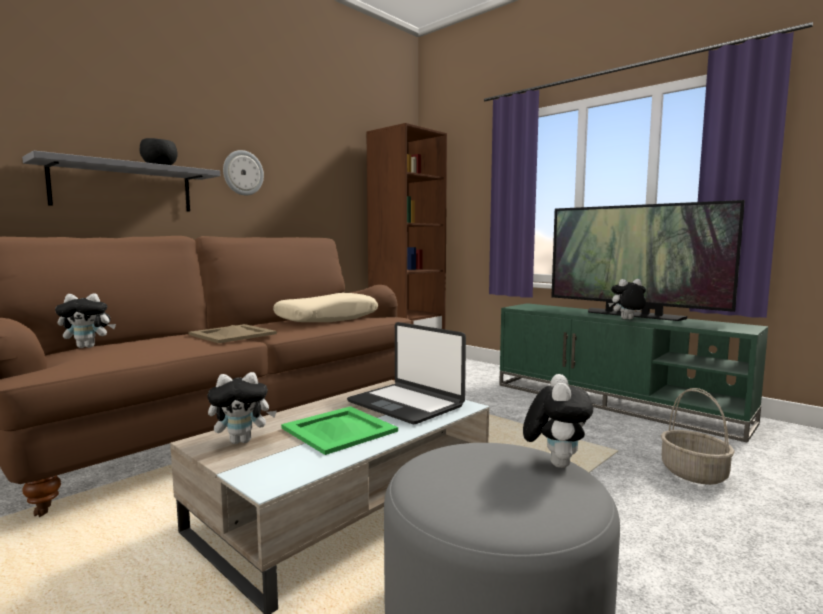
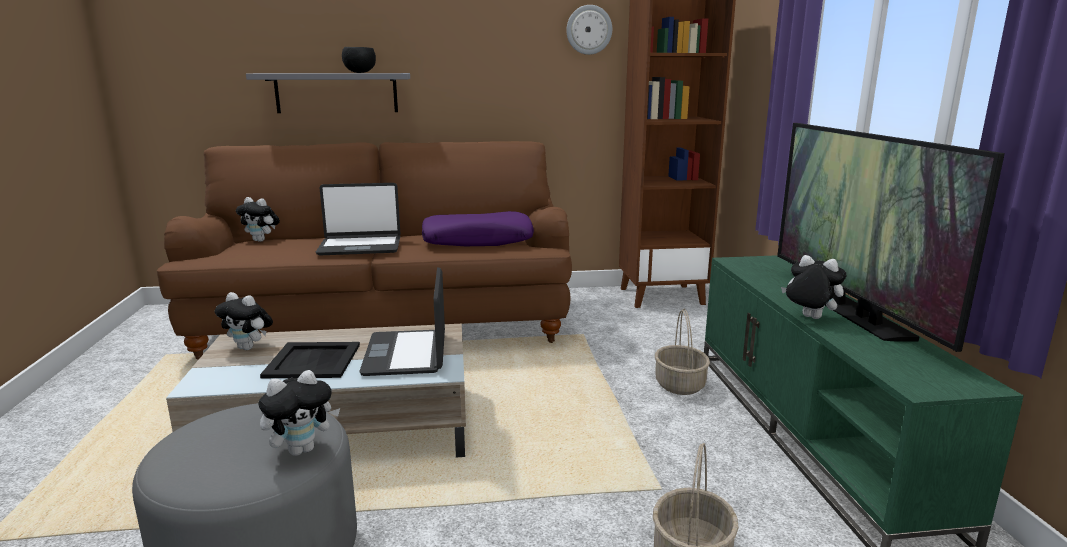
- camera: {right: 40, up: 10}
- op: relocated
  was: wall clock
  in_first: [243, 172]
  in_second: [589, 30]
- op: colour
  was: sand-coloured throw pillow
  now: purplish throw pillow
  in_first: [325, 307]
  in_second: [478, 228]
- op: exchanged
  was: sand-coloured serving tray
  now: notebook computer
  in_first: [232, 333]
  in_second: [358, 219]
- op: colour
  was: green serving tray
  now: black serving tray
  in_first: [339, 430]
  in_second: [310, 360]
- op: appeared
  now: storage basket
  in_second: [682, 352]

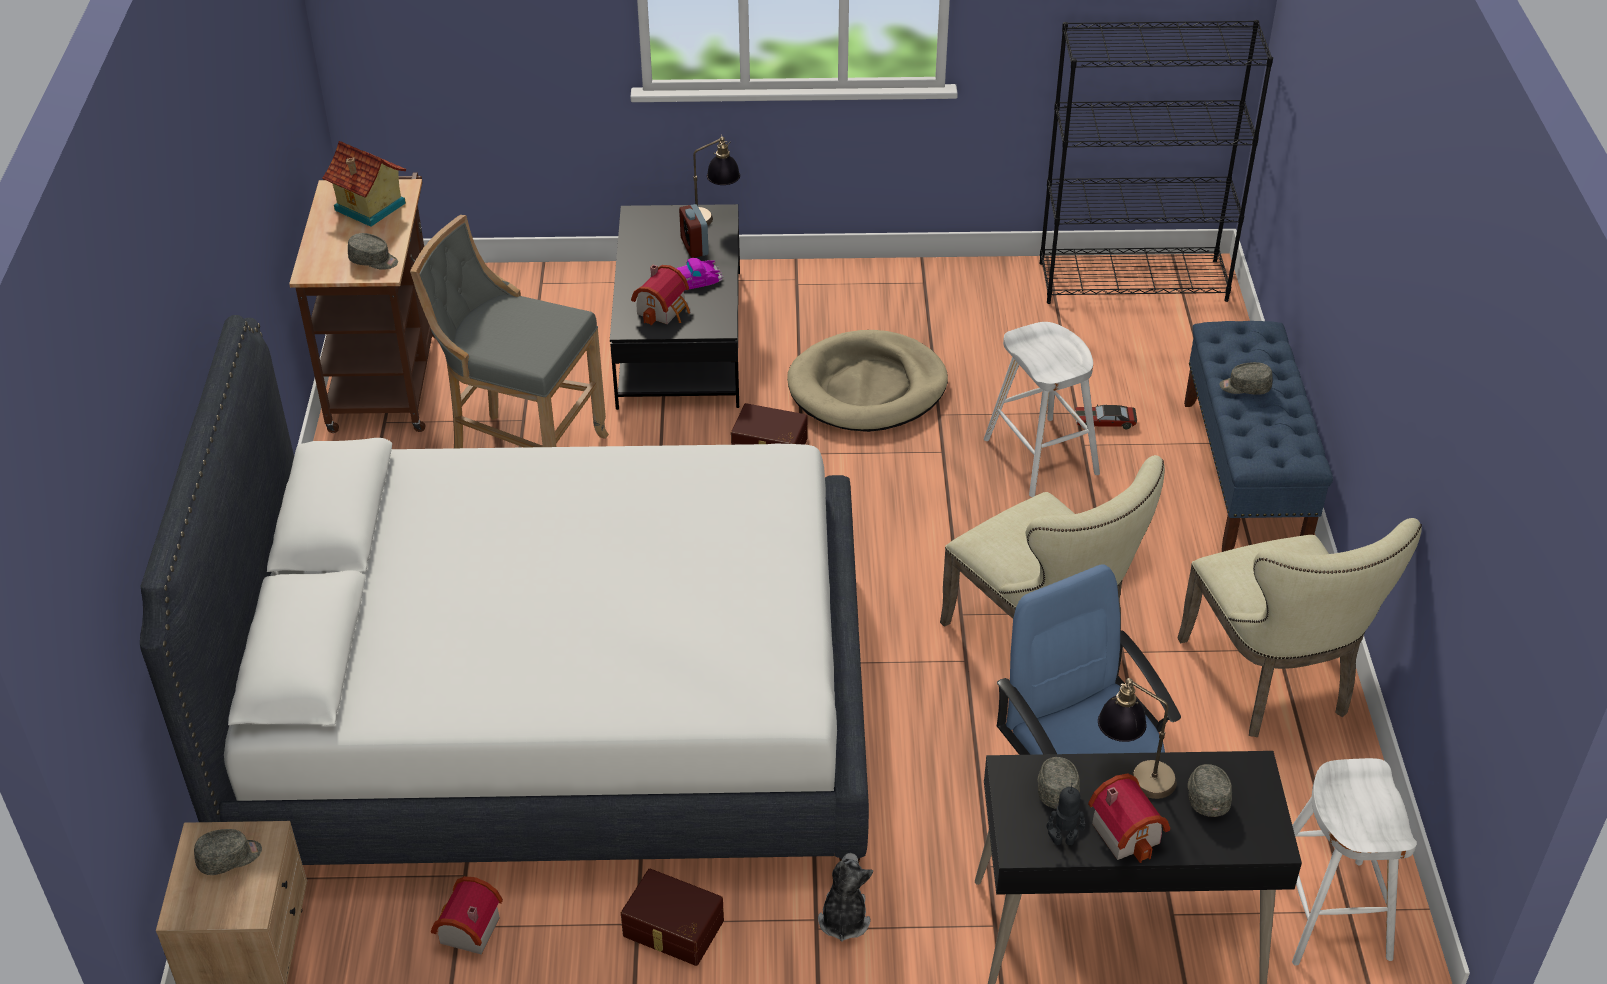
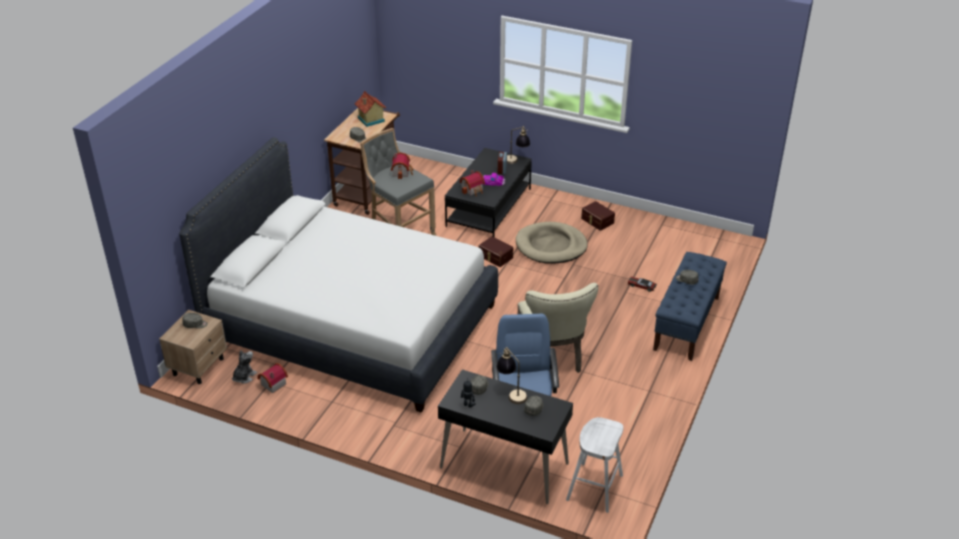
- camera: {right: 25, up: -5}
- op: missing
  was: black shelving unit
  in_first: [1156, 162]
- op: missing
  was: white sitting stool
  in_first: [1042, 409]
- op: missing
  was: sand-coloured upright chair
  in_first: [1299, 627]
- op: relocated
  was: model house
  in_first: [1129, 818]
  in_second: [402, 165]
- op: relocated
  was: plush toy
  in_first: [845, 897]
  in_second: [244, 367]
- op: relocated
  was: brown-coloured storage container
  in_first: [672, 917]
  in_second: [598, 216]

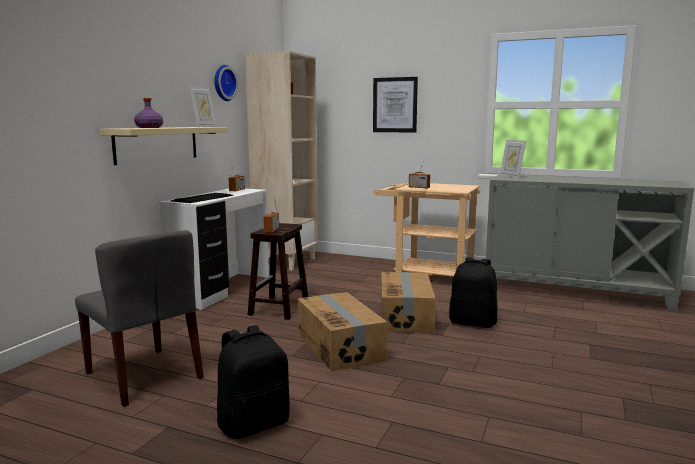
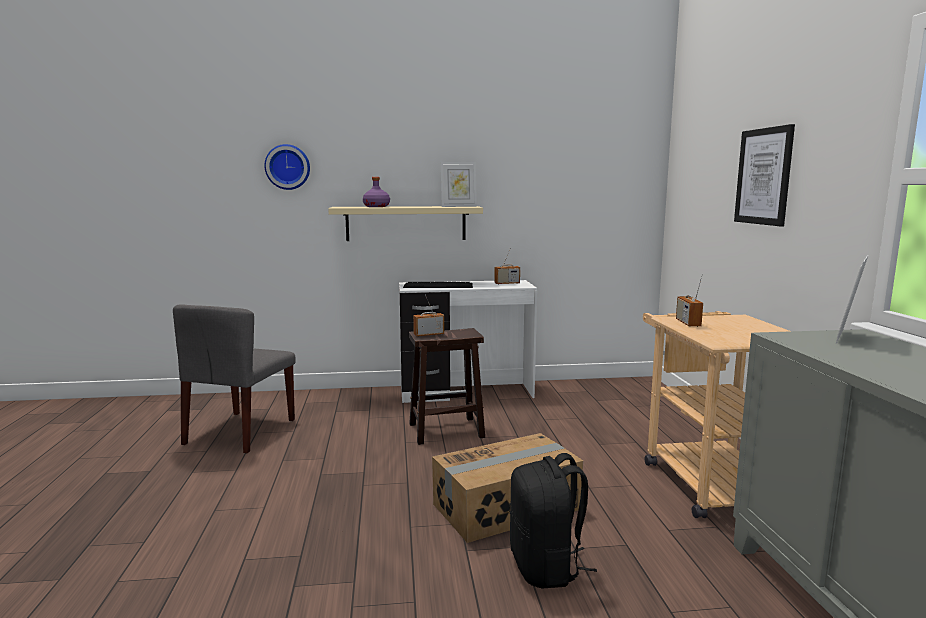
- camera: {right: 60, up: 0}
- op: missing
  was: sand-coloured shelving unit
  in_first: [281, 161]
- op: relocated
  was: wall clock
  in_first: [226, 83]
  in_second: [287, 167]
- op: missing
  was: cardboard box
  in_first: [343, 332]
- op: missing
  was: black backpack
  in_first: [253, 382]

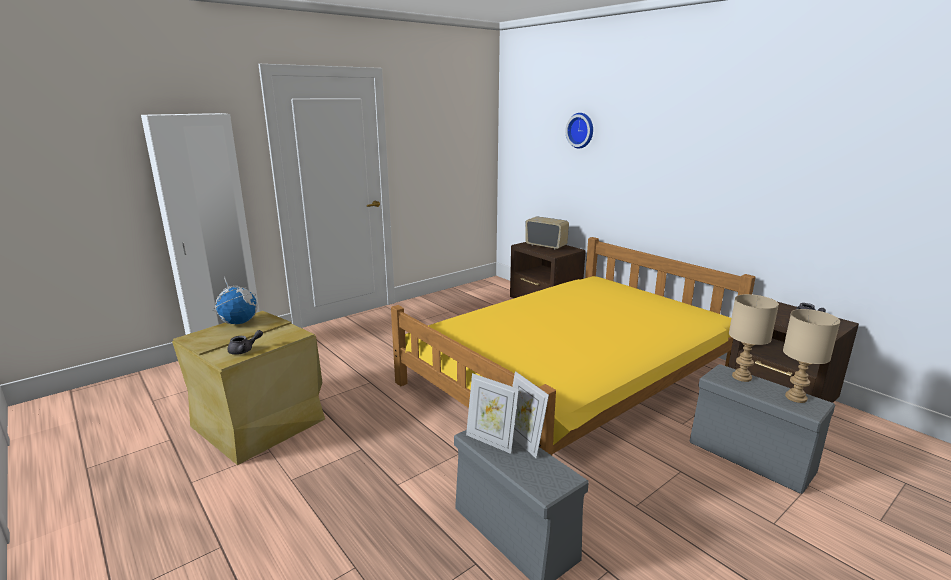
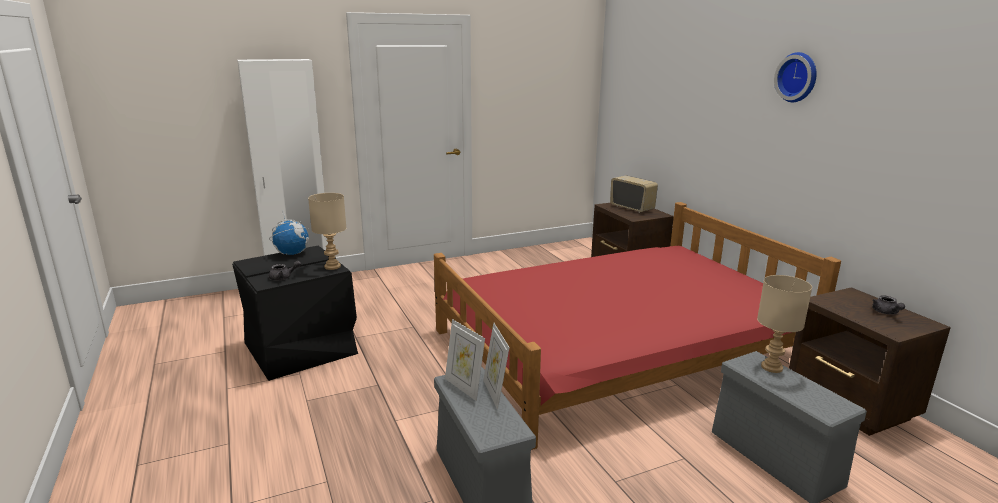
- camera: {right: 15, up: 0}
- op: relocated
  was: wall clock
  in_first: [579, 131]
  in_second: [795, 77]
- op: colour
  was: yellowish sleeping bed
  now: red sleeping bed
  in_first: [573, 346]
  in_second: [637, 326]
- op: relocated
  was: sand-coloured lamp for a table
  in_first: [811, 356]
  in_second: [327, 231]
- op: colour
  was: sand-coloured storage container
  now: black storage container
  in_first: [248, 388]
  in_second: [295, 313]

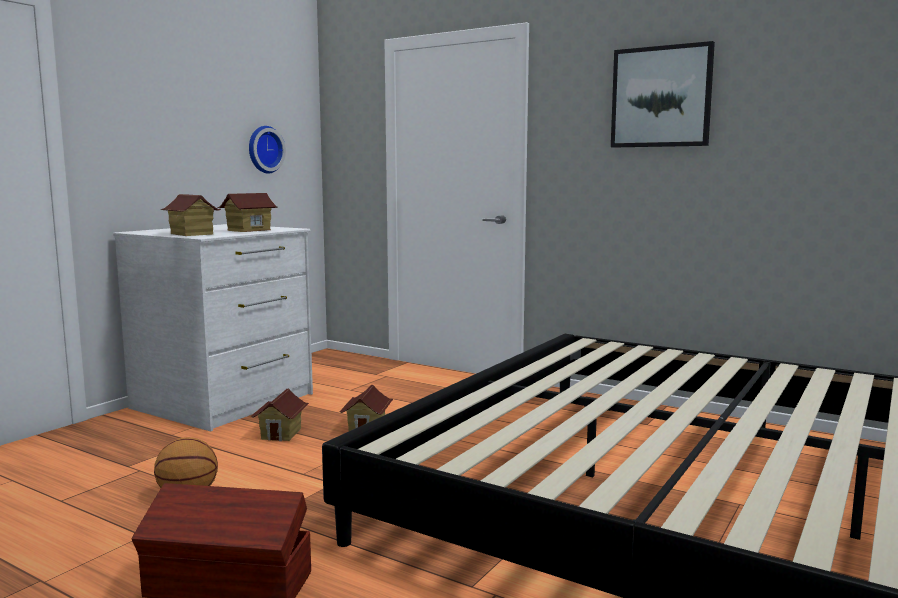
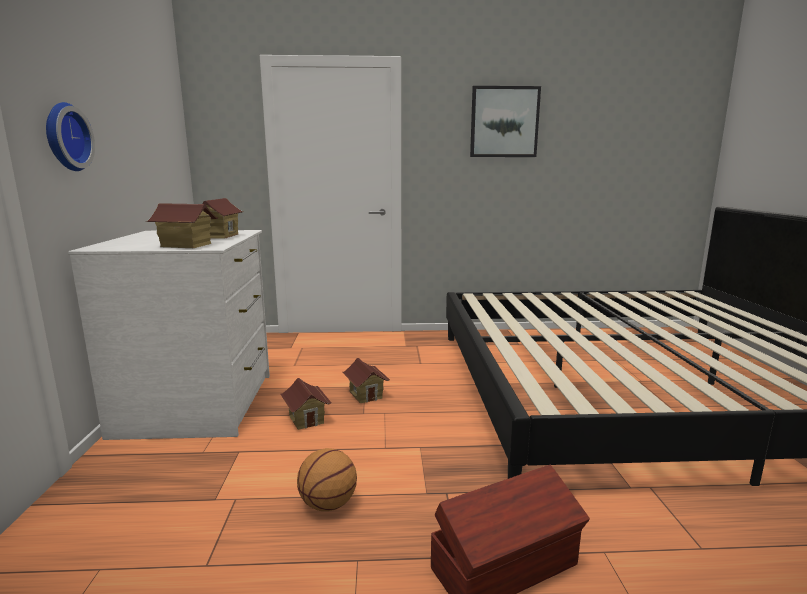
- camera: {right: -35, up: 5}
- op: relocated
  was: wall clock
  in_first: [267, 150]
  in_second: [70, 136]

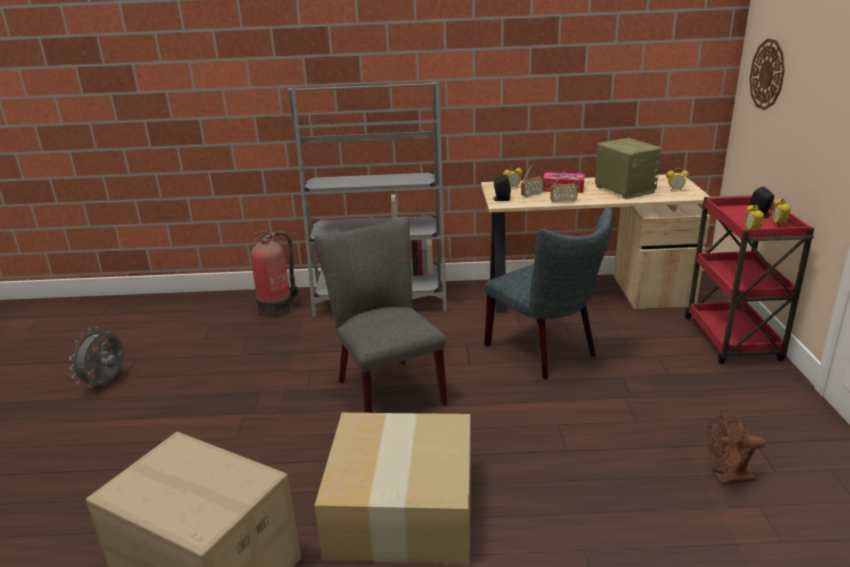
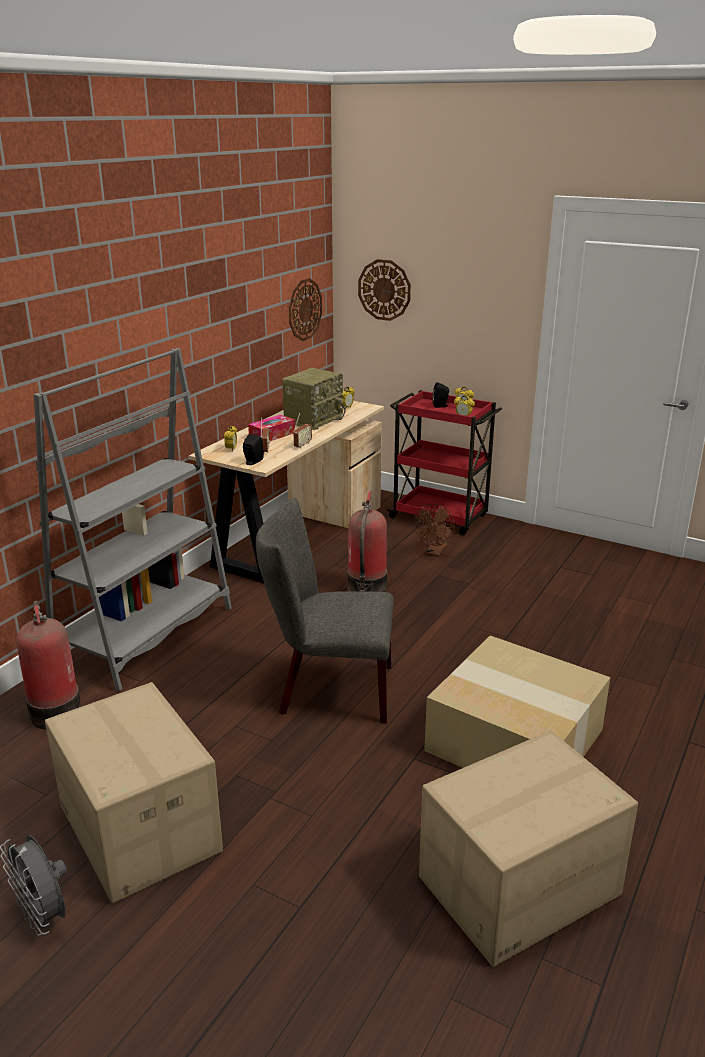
- camera: {right: -60, up: 0}
- op: spun
  was: radio receiver
  in_first: [628, 168]
  in_second: [314, 399]
  clockwise: 120
- op: exchanged
  was: greyish upright chair
  now: extinguisher
  in_first: [548, 292]
  in_second: [367, 541]
- op: relocated
  was: brown-coloured electric fan
  in_first: [736, 447]
  in_second: [434, 530]
- op: appeared
  now: wall clock
  in_second: [305, 309]
- op: appeared
  now: cardboard box
  in_second: [134, 793]

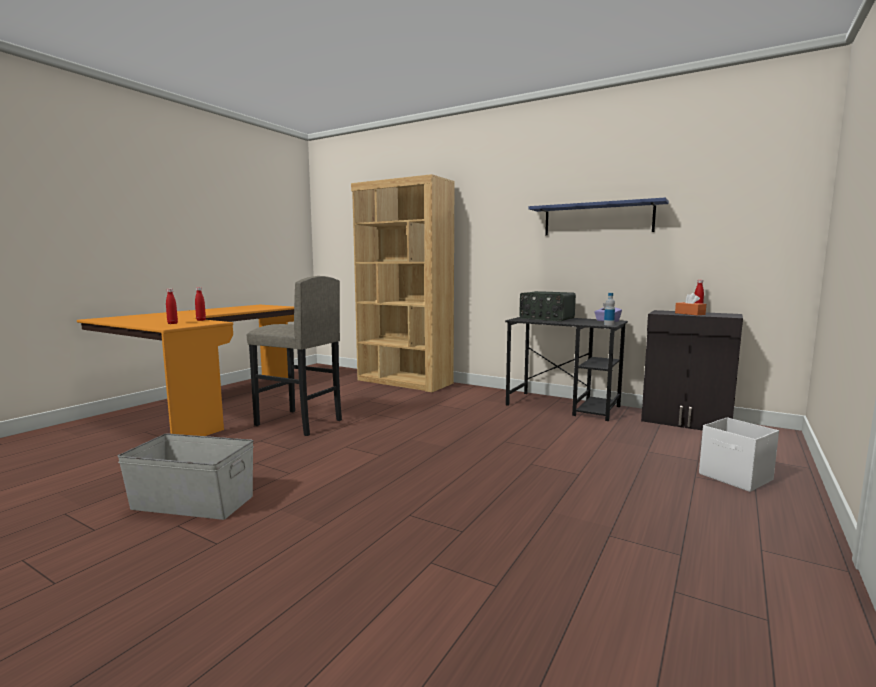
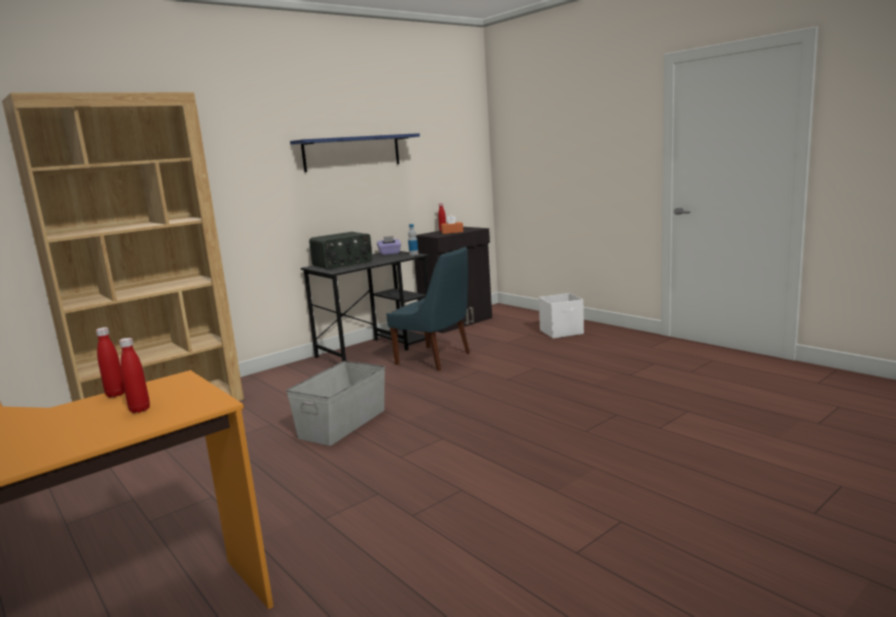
- camera: {right: -70, up: 5}
- op: missing
  was: greyish sitting stool
  in_first: [294, 356]
- op: relocated
  was: greyish storage container
  in_first: [186, 477]
  in_second: [335, 403]
- op: appeared
  now: bluish upright chair
  in_second: [428, 309]

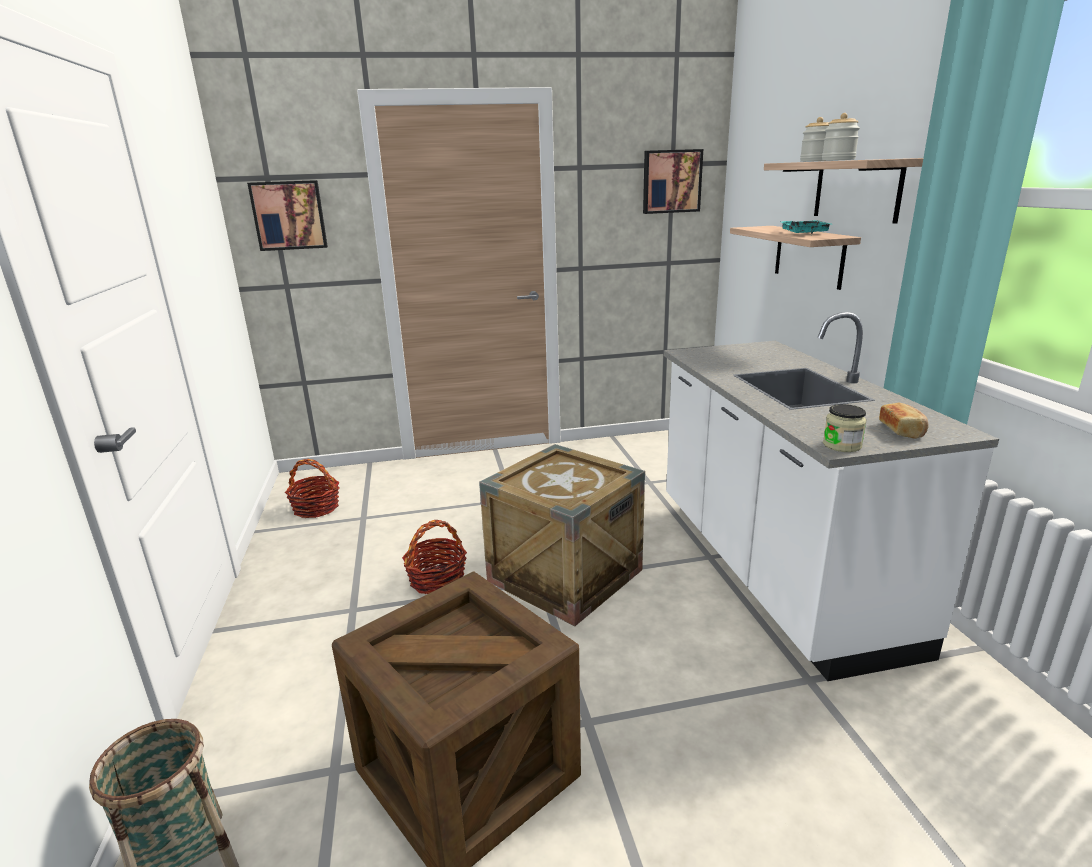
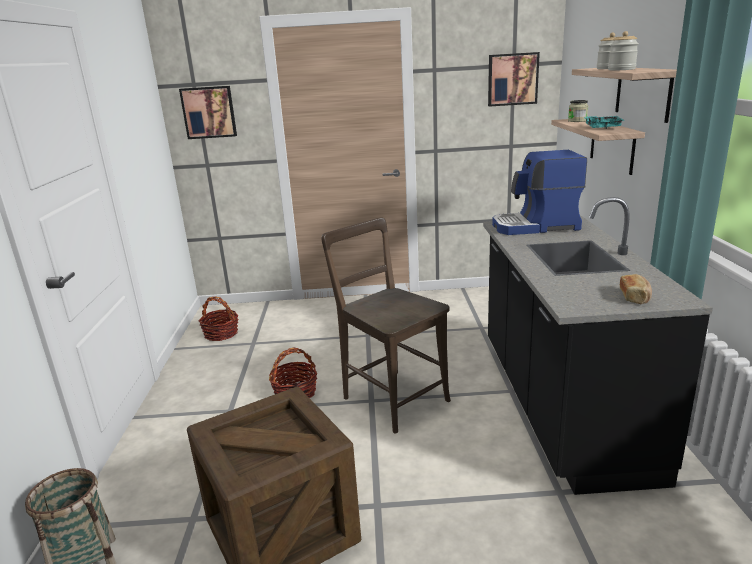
- camera: {right: 10, up: 0}
- op: colour
  was: white counter
  now: black counter
  in_first: [831, 496]
  in_second: [598, 346]
- op: relocated
  was: jar
  in_first: [844, 428]
  in_second: [578, 111]
- op: exchanged
  was: packing crate
  now: brown-coloured upright chair
  in_first: [562, 535]
  in_second: [386, 325]
- op: appeared
  now: coffee maker
  in_second: [539, 192]

